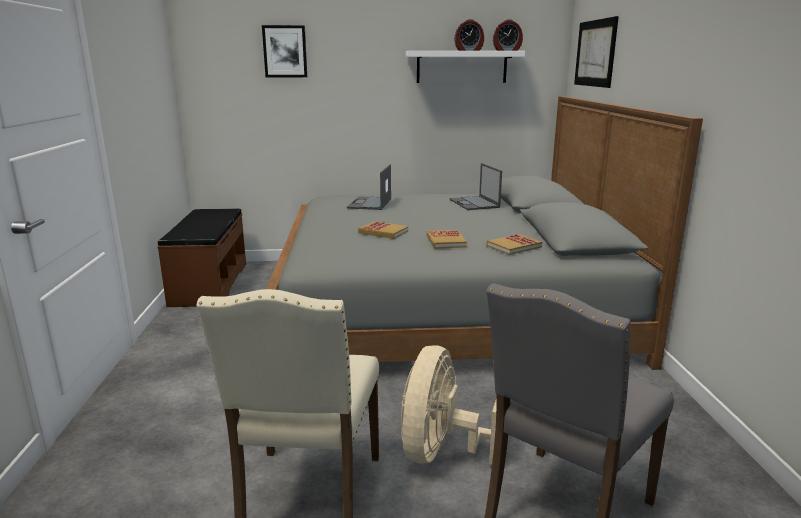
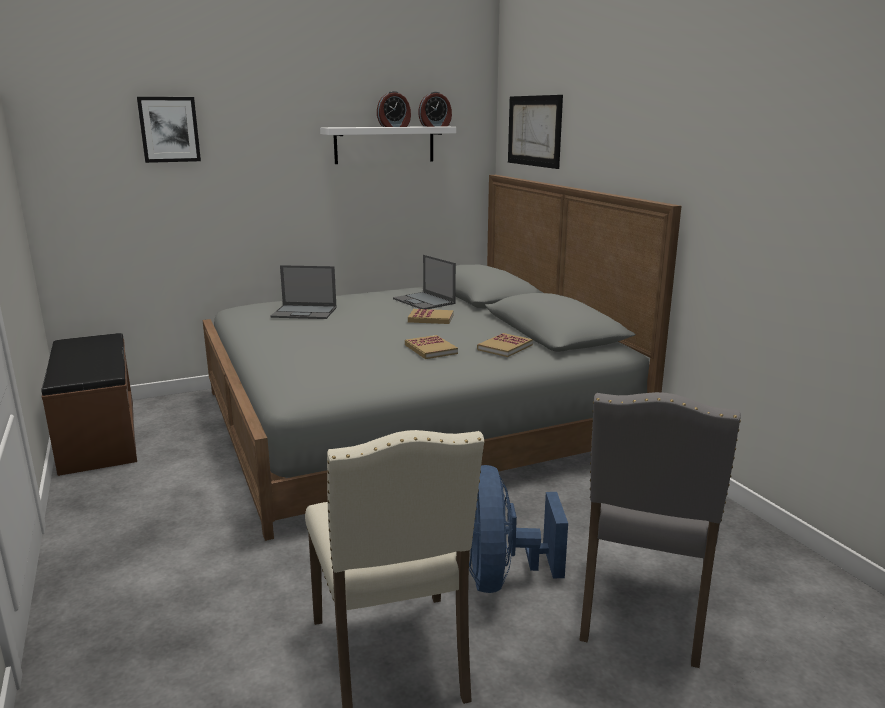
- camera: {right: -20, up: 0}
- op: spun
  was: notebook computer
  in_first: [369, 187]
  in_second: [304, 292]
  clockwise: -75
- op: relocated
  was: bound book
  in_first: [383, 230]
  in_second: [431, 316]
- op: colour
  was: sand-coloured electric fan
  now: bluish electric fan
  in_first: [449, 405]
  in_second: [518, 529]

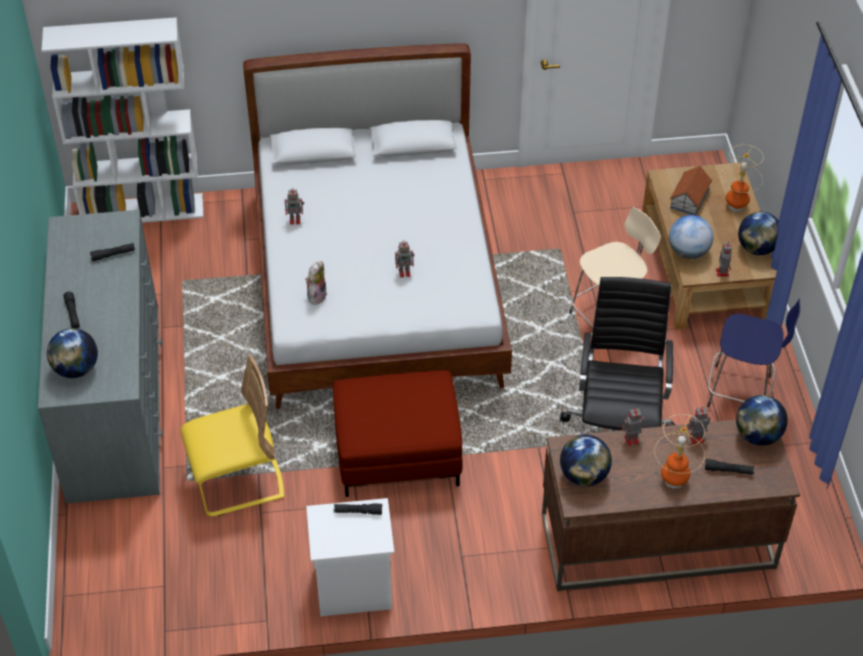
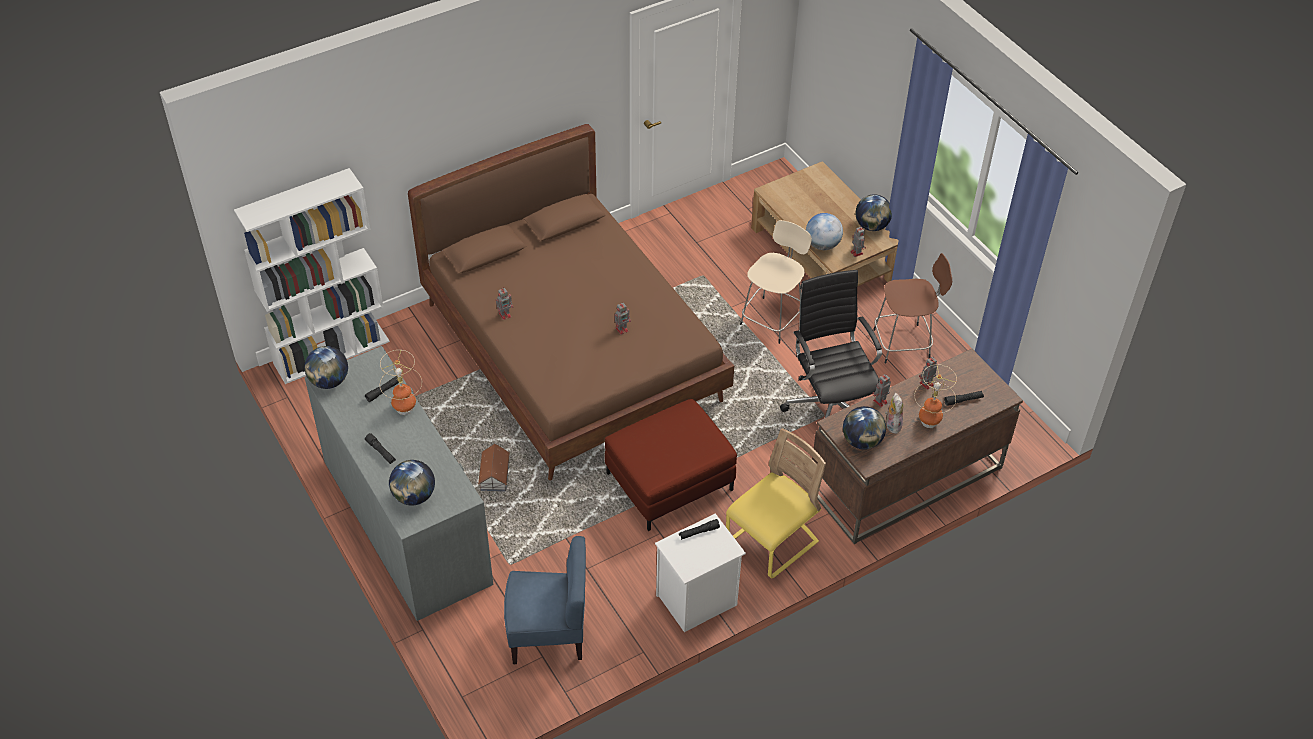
- camera: {right: -25, up: 0}
- op: colour
  was: white sleeping bed
  now: brown-coloured sleeping bed
  in_first: [377, 226]
  in_second: [571, 302]
- op: relocated
  was: lamp for a table
  in_first: [742, 178]
  in_second: [401, 382]
- op: relocated
  was: model house
  in_first: [691, 190]
  in_second: [494, 467]
- op: relocated
  was: plush toy
  in_first: [316, 283]
  in_second: [894, 413]
- op: colour
  was: bluish sitting stool
  now: brown-coloured sitting stool
  in_first: [753, 353]
  in_second: [912, 308]
- op: relocated
  was: yellowish upright chair
  in_first: [232, 436]
  in_second: [776, 503]
- op: relocated
  was: globe
  in_first: [762, 420]
  in_second: [326, 367]
- op: appeared
  now: bluish upright chair
  in_second: [545, 600]

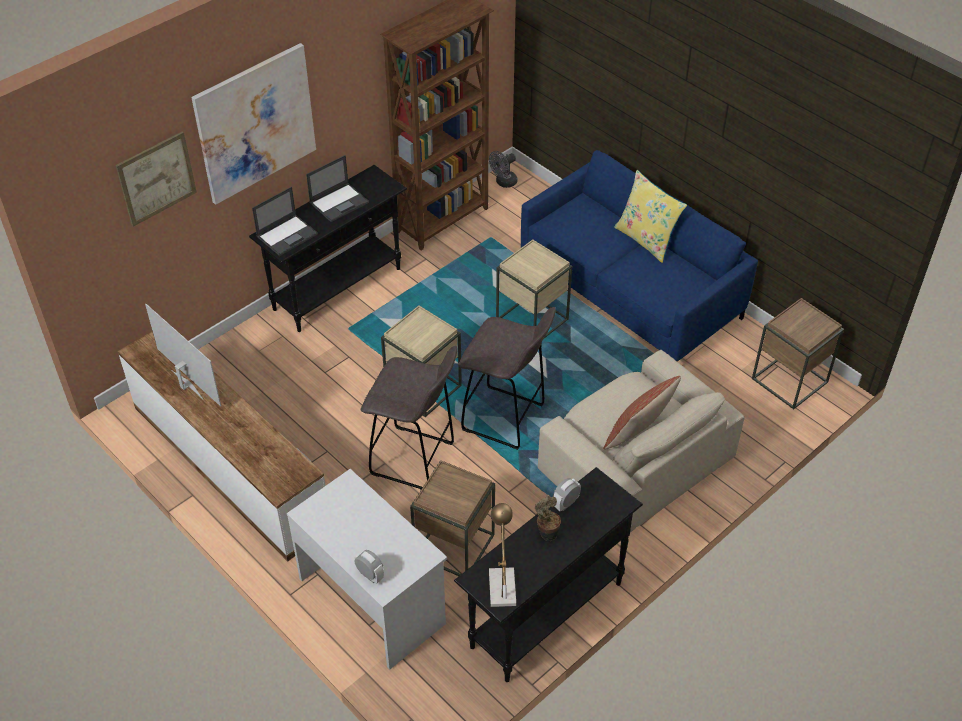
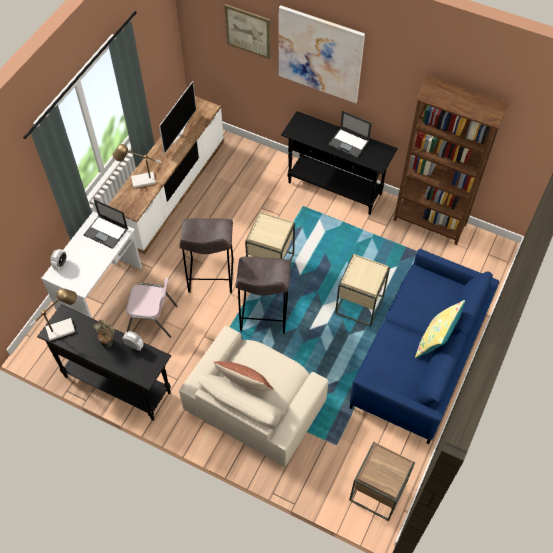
- camera: {right: 70, up: 10}
- op: missing
  was: greyish electric fan
  in_first: [503, 169]
- op: relocated
  was: notebook computer
  in_first: [285, 221]
  in_second: [106, 224]
- op: exchanged
  was: brown-coloured end table
  now: pink-coloured upright chair
  in_first: [452, 518]
  in_second: [152, 307]
- op: appeared
  now: lamp for a table
  in_second: [137, 166]

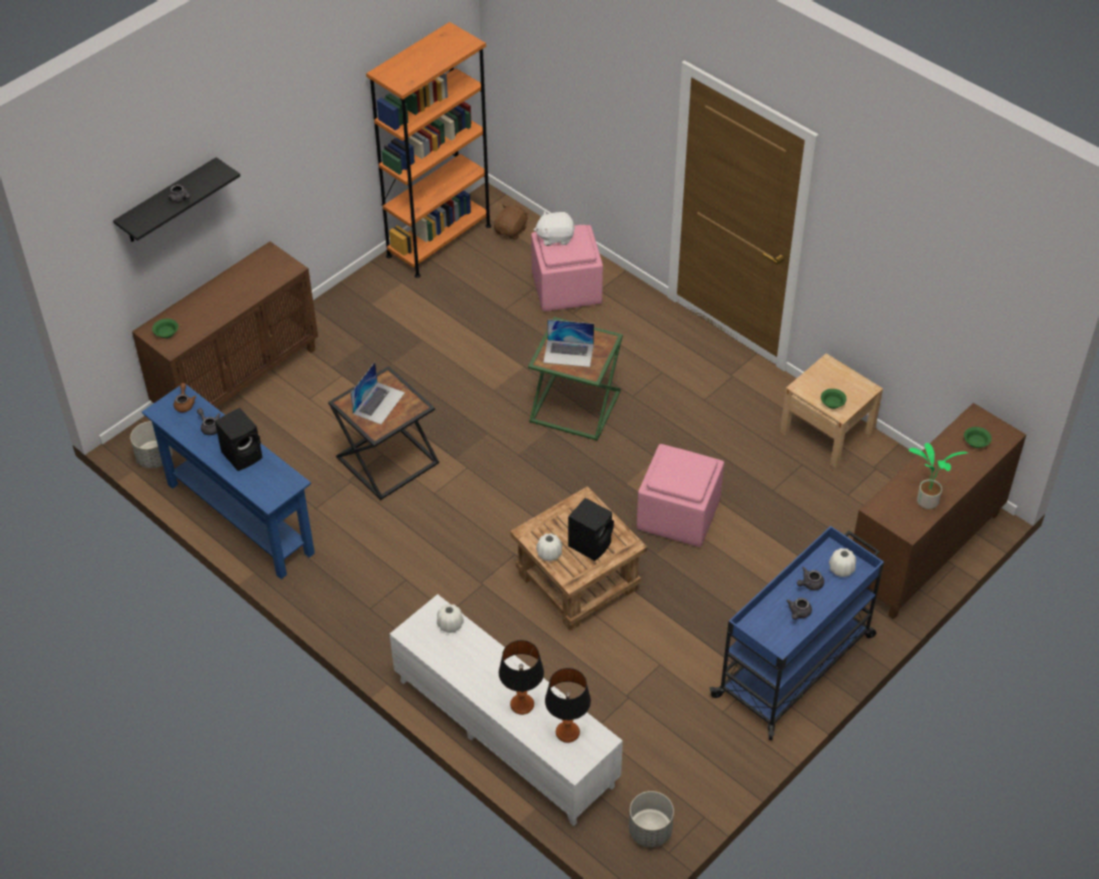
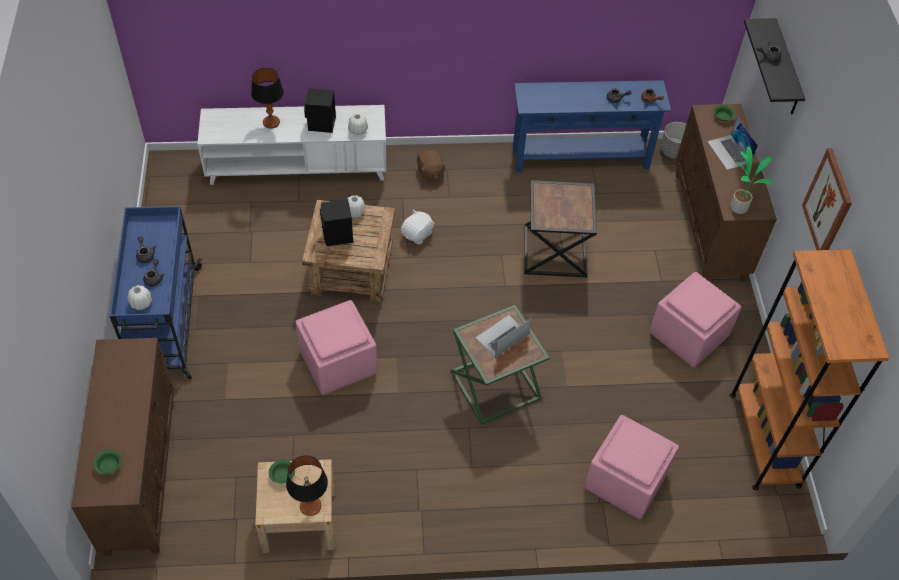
- camera: {right: 130, up: 5}
- op: relocated
  was: brown-coloured plush toy
  in_first: [511, 222]
  in_second: [432, 165]
- op: relocated
  was: white plush toy
  in_first: [554, 228]
  in_second: [418, 226]
- op: relocated
  was: notebook computer
  in_first: [377, 393]
  in_second: [732, 143]
- op: relocated
  was: black audio speaker
  in_first: [239, 439]
  in_second: [320, 110]
- op: relocated
  was: potted plant
  in_first: [938, 476]
  in_second: [752, 180]
- op: relocated
  was: lamp for a table
  in_first: [568, 705]
  in_second: [307, 485]
- op: missing
  was: greyish plant pot
  in_first: [651, 819]
- op: appeared
  now: wall picture
  in_second: [827, 199]
- op: appeared
  now: pink-coloured footrest
  in_second: [695, 319]

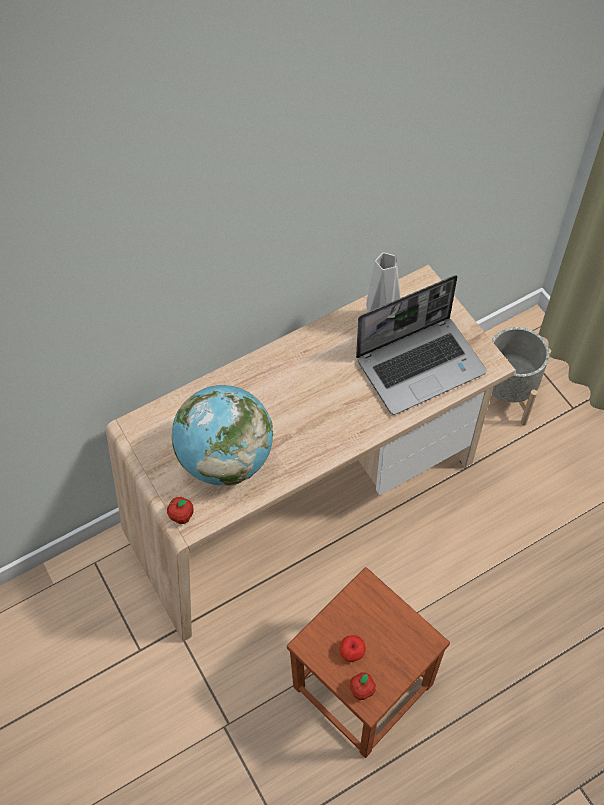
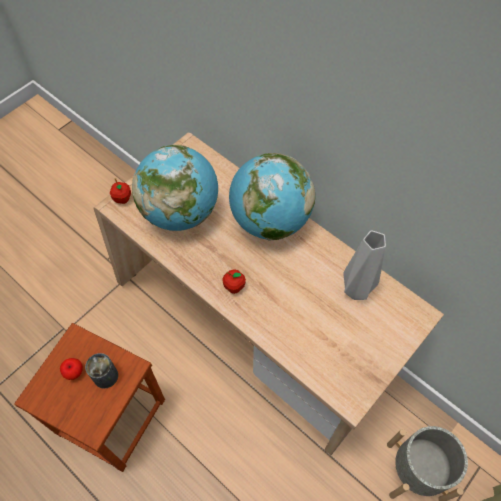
- camera: {right: 70, up: 0}
- op: missing
  was: notebook computer
  in_first: [421, 345]
- op: relocated
  was: apple
  in_first: [363, 686]
  in_second: [234, 281]
- op: appeared
  now: globe
  in_second: [272, 197]
- op: appeared
  now: sealed can
  in_second: [101, 371]

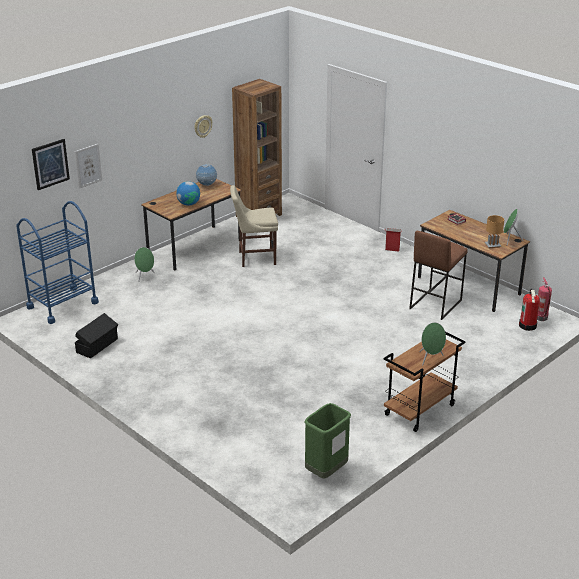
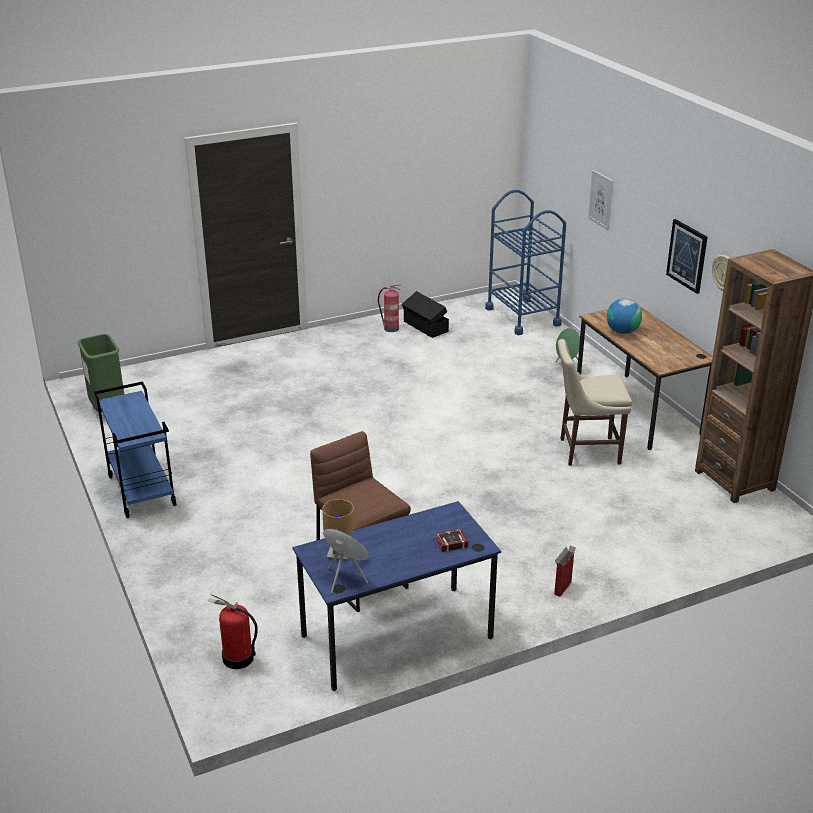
- camera: {right: 110, up: 0}
- op: relocated
  was: wall picture
  in_first: [51, 164]
  in_second: [687, 256]
- op: missing
  was: globe
  in_first: [206, 175]
- op: spun
  was: sand-coloured upright chair
  in_first: [254, 226]
  in_second: [595, 402]
  clockwise: -105
- op: colour
  was: brown-coloured desk
  now: bluish desk
  in_first: [474, 261]
  in_second: [396, 596]
- op: relocated
  was: extinguisher
  in_first: [544, 299]
  in_second: [389, 308]
- op: missing
  was: green audio speaker
  in_first: [432, 344]
- op: colour
  was: brown-coloured wheeled cart
  now: bluish wheeled cart
  in_first: [425, 382]
  in_second: [135, 449]

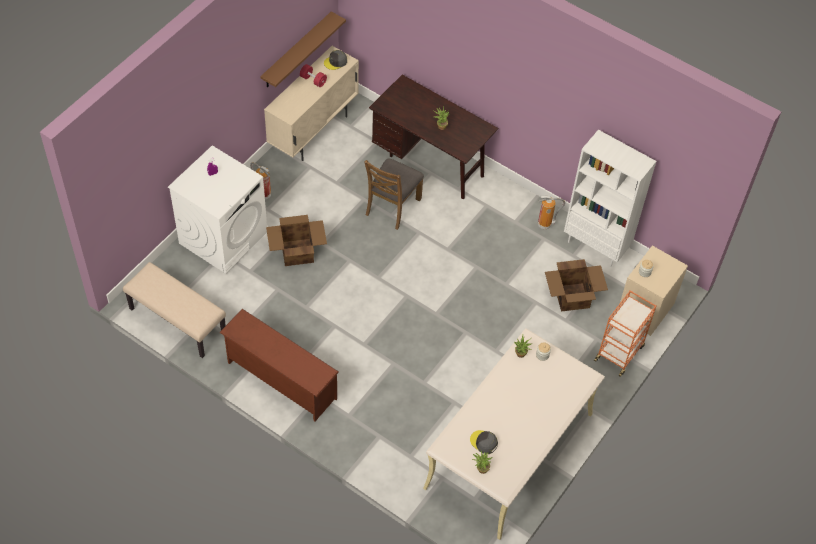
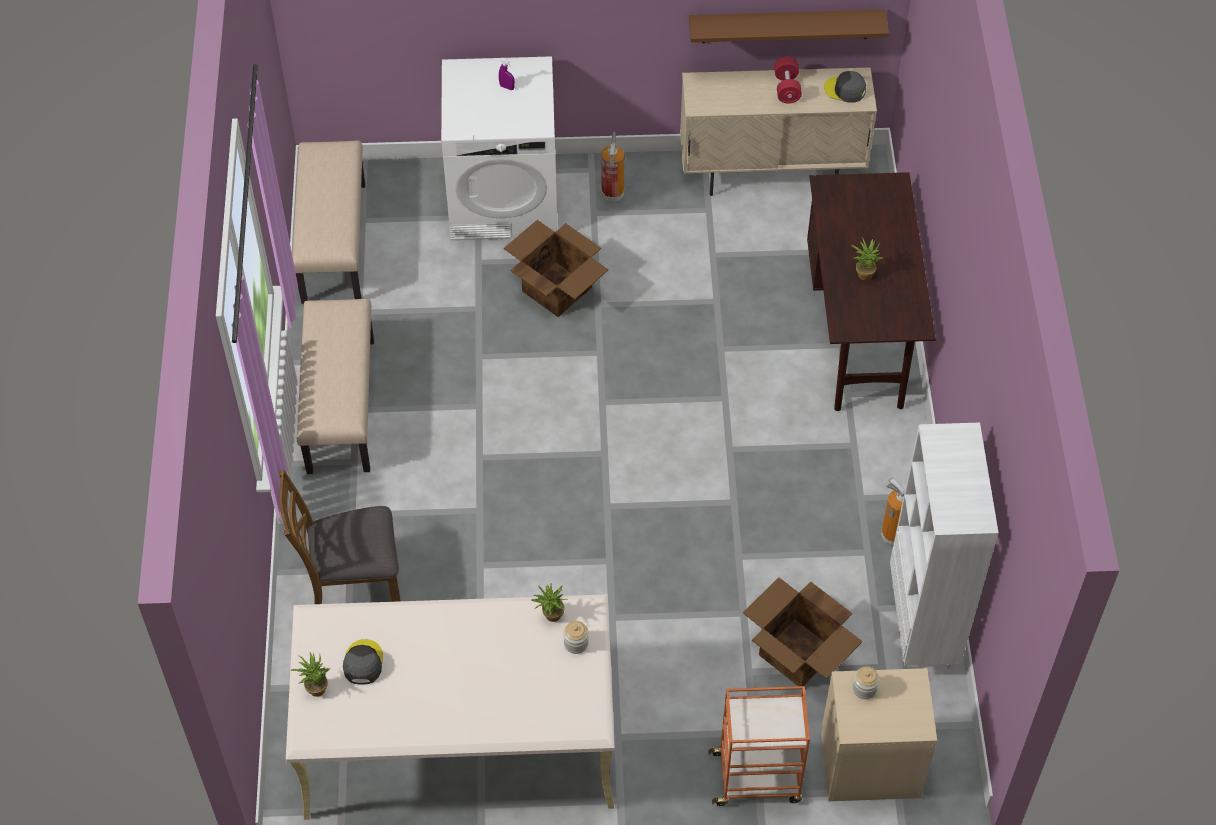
- camera: {right: 55, up: 0}
- op: relocated
  was: brown-coloured upright chair
  in_first: [394, 194]
  in_second: [340, 537]
- op: exchanged
  was: brown-coloured shoe rack
  now: sand-coloured bench
  in_first: [279, 365]
  in_second: [335, 386]

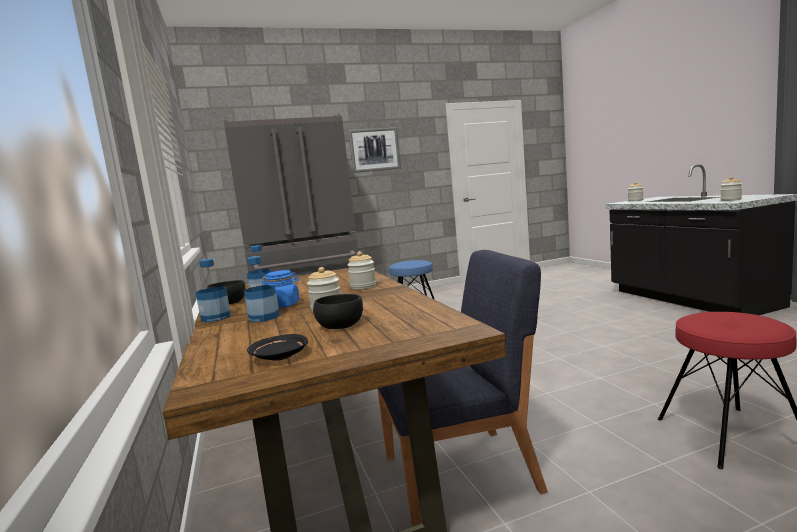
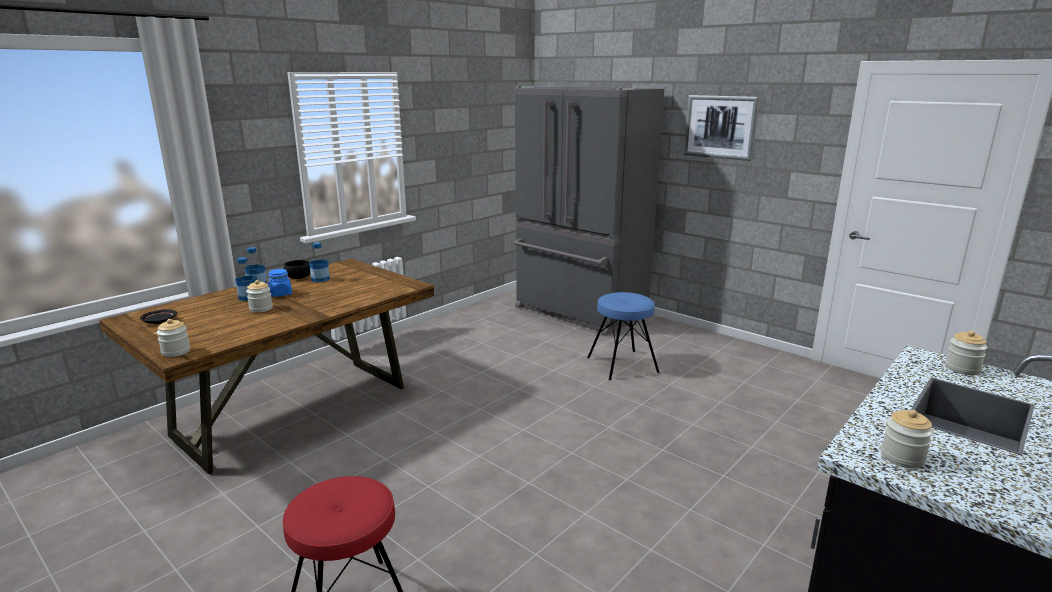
- camera: {right: 60, up: 10}
- op: missing
  was: bluish upright chair
  in_first: [463, 388]
- op: relocated
  was: jar
  in_first: [362, 270]
  in_second: [173, 338]
- op: missing
  was: black deep dish
  in_first: [338, 311]

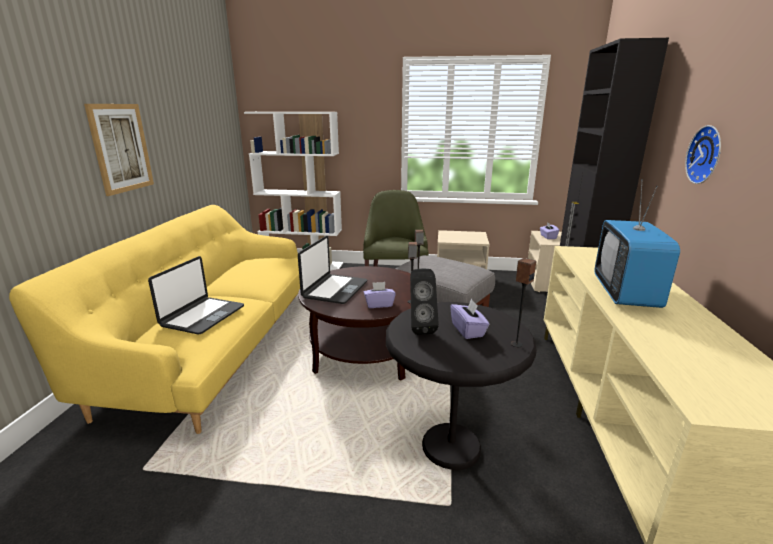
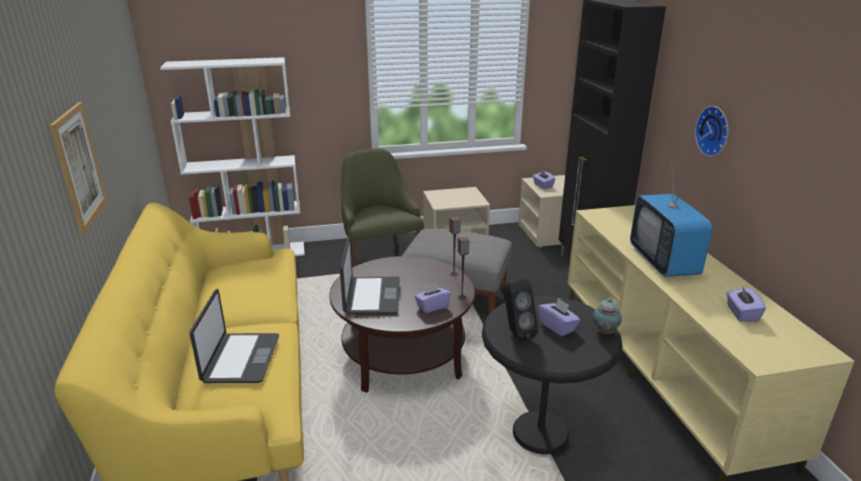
- camera: {right: -20, up: 5}
- op: exchanged
  was: audio speaker
  now: pot for tea
  in_first: [523, 302]
  in_second: [607, 316]
- op: appeared
  now: purplish tissue holder
  in_second: [746, 304]

